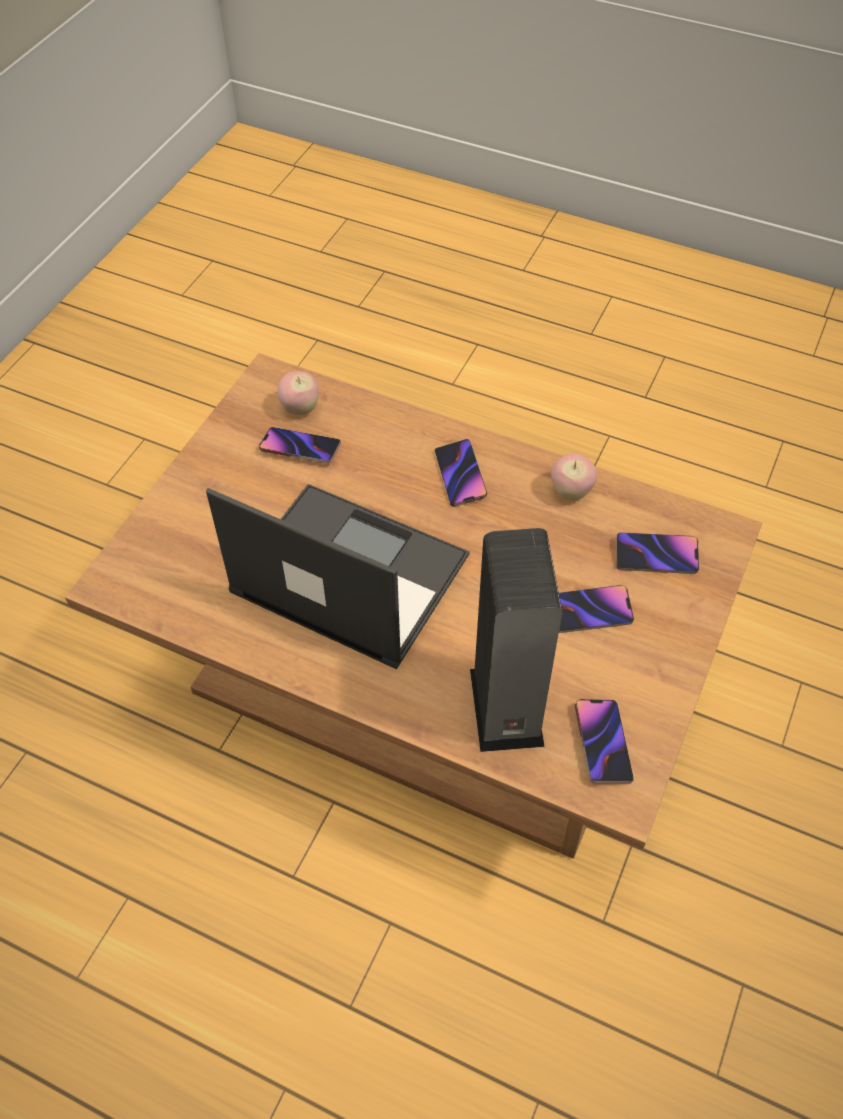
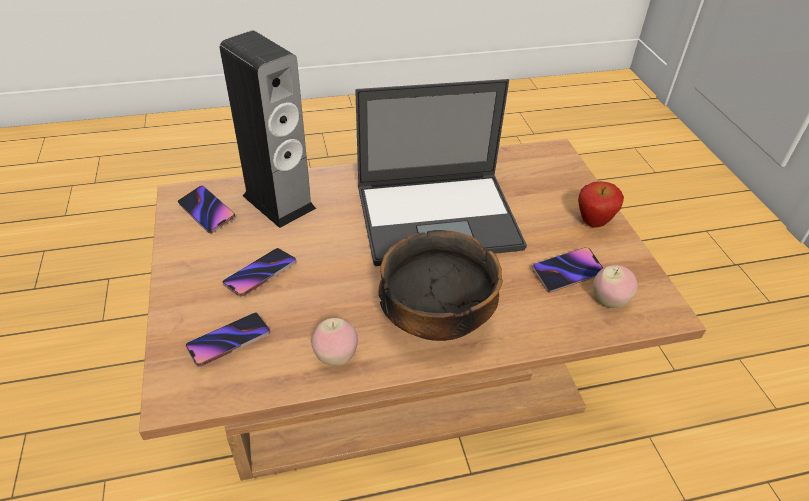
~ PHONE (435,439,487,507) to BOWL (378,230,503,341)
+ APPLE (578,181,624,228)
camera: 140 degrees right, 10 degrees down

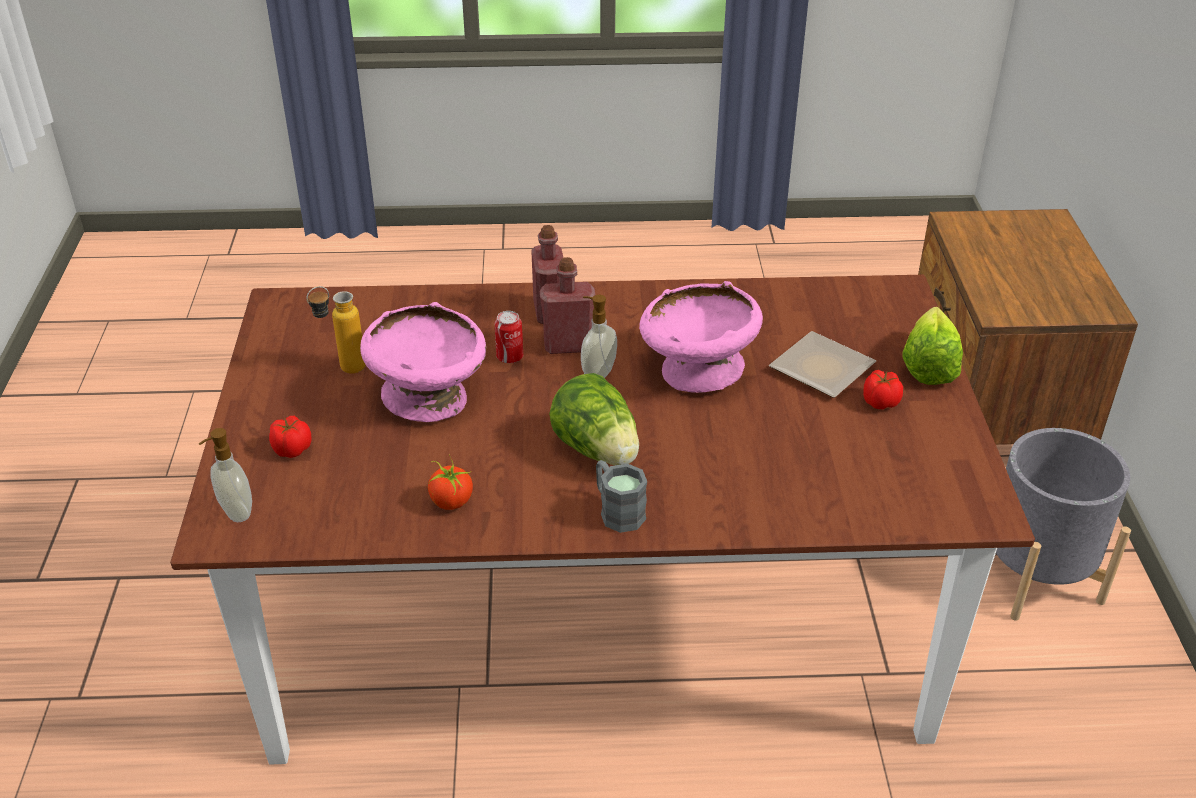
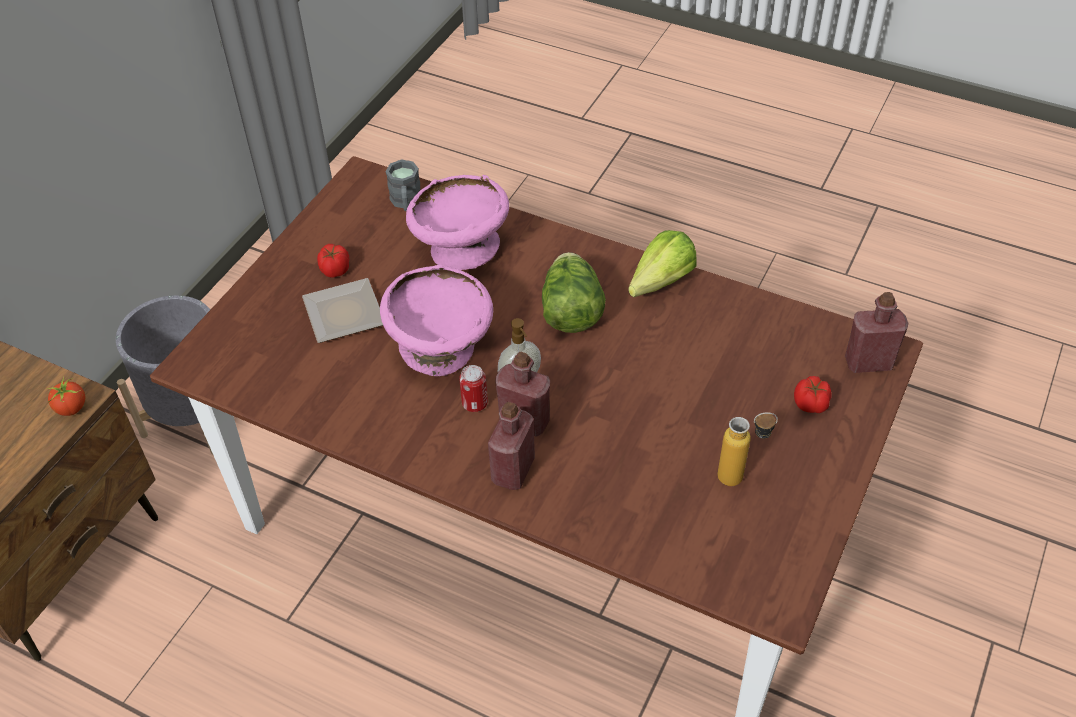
~ SOAP DISPENSER (199,428,252,522) to RED BOTTLE (845,292,908,373)
~ PINK BOWL (360,302,486,422) to (406,175,509,270)
~ TOMATO (428,454,473,510) to (48,376,85,416)
~ CAN (495,311,523,363) to (459,365,488,412)
~ GREY MUG (596,460,647,533) to (386,160,420,211)
~ LETTUCE (902,307,963,385) to (628,230,697,297)
camera: 150 degrees left, 10 degrees up

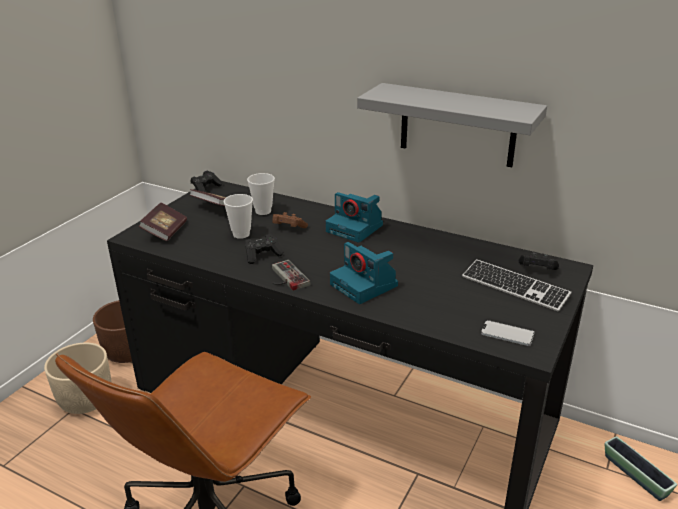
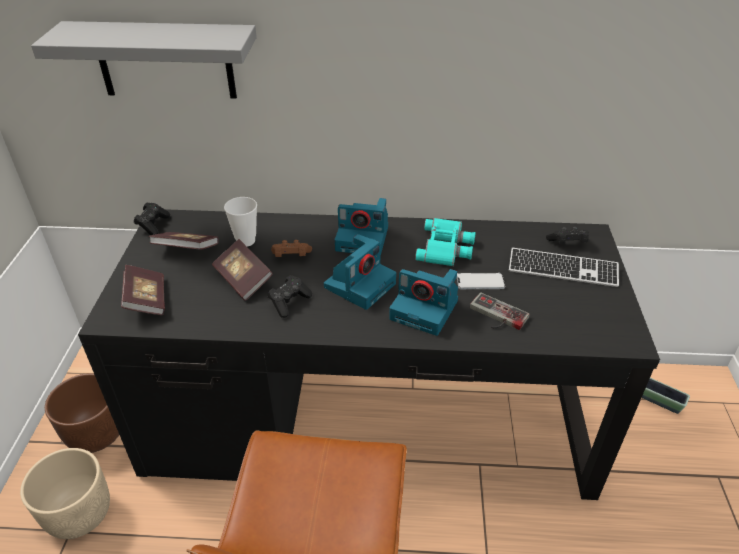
~ CUP (224,194,253,239) to BOOK (212,239,273,301)
~ GAME CONTROLLER (272,260,310,291) to (470,292,530,330)
~ GREY SHELF (357,83,547,167) to (31,21,257,99)
~ PHONE (481,320,534,346) to (457,273,505,289)
+ PHOTO CAMERA (324,234,396,310)
+ TURQUOISE BINOCULARS (415,218,476,266)
camera: 25 degrees left, 10 degrees up

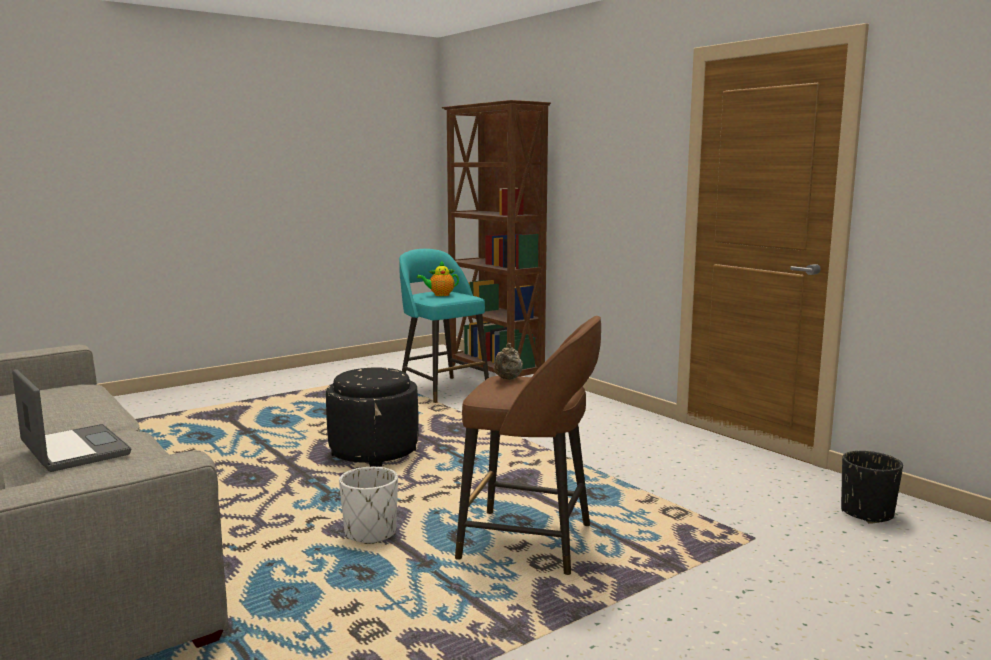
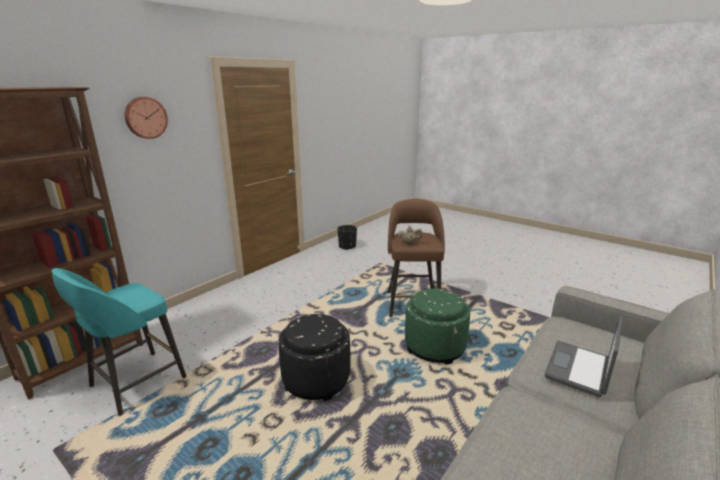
~ WHITE PLANTER (339,467,398,544) to GREEN OTTOMAN (405,289,470,365)
- TEAPOT (417,261,459,296)
+ WALL CLOCK (125,97,168,139)
camera: 105 degrees left, 10 degrees up

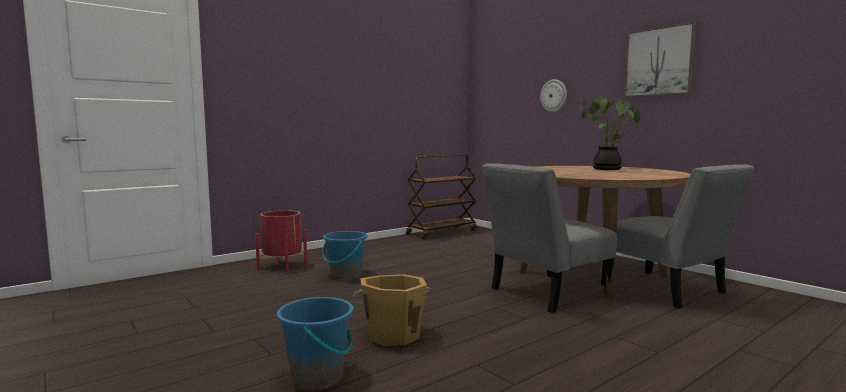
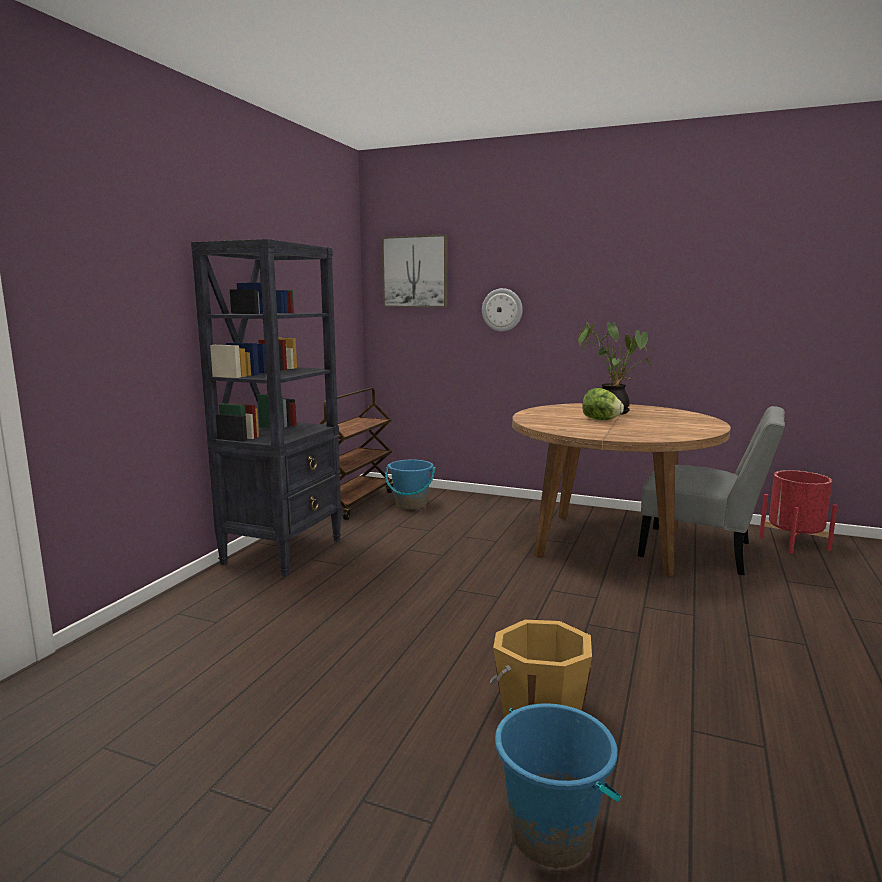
~ RED PLANTER (255,210,307,272) to (759,470,838,554)
~ BLUE BUCKET (322,231,368,279) to (385,460,436,510)
- GREY CHAIR (482,163,617,313)
~ PICTURE (624,22,696,97) to (382,234,447,307)
+ BLACK BOOKCASE (191,239,342,577)
+ LETTUCE (582,388,624,420)
camera: 30 degrees left, 5 degrees up

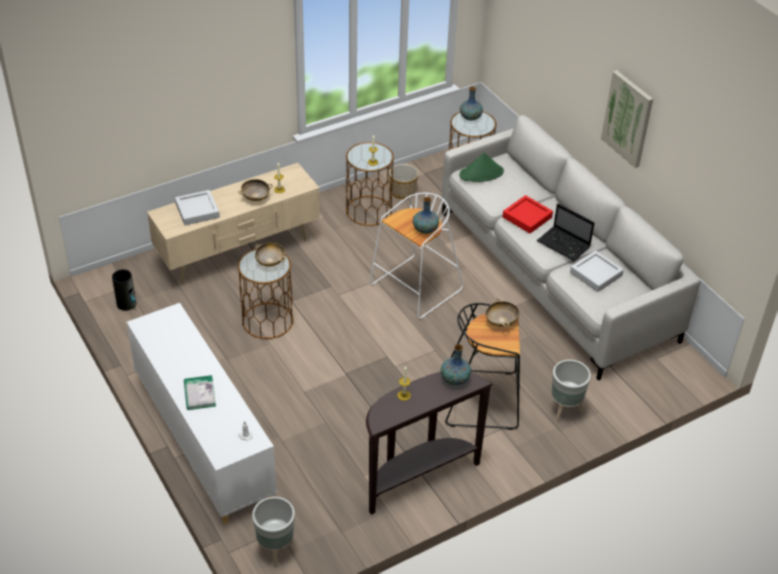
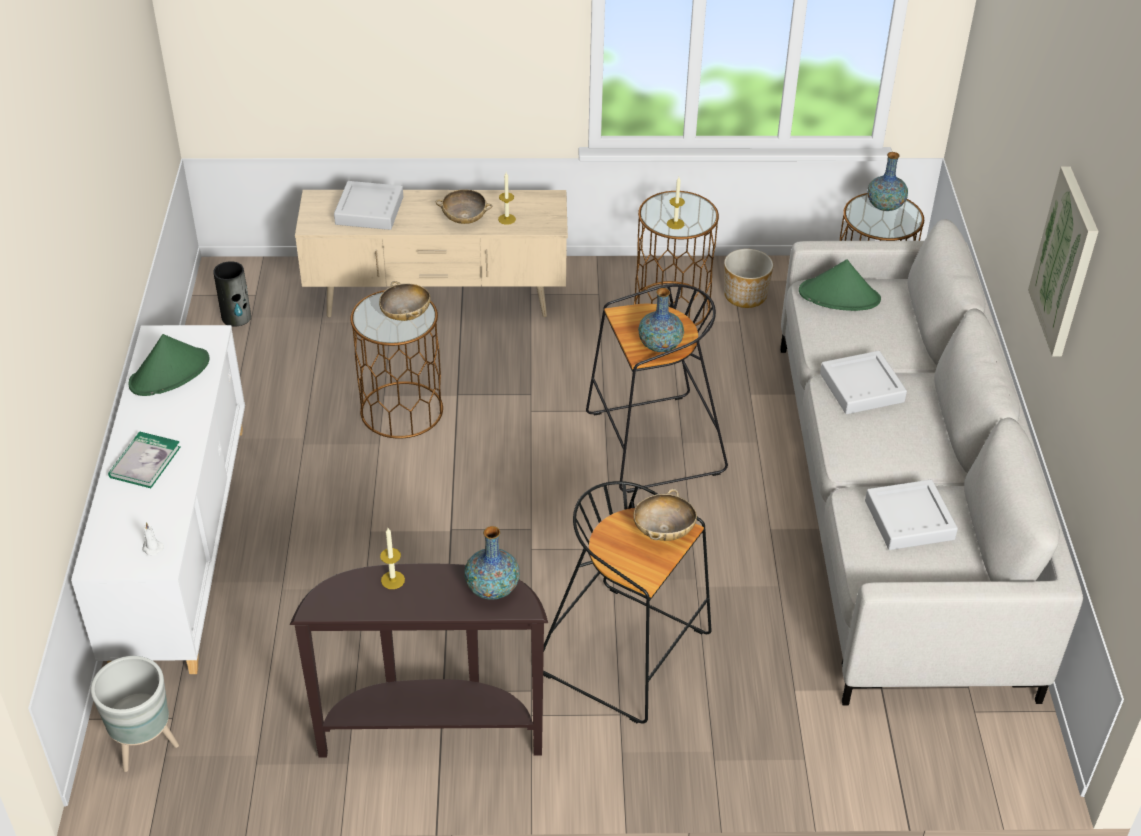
~ WHITE STOOL (370,193,463,319) to BLACK STOOL (586,284,728,493)
~ RED TRAY (503,195,553,233) to GREY TRAY (820,351,907,414)
- LAPTOP (537,203,595,261)
- GREY PLANTER (551,360,591,422)
+ GREEN HAT (129,334,209,396)
camera: 30 degrees right, 0 degrees up

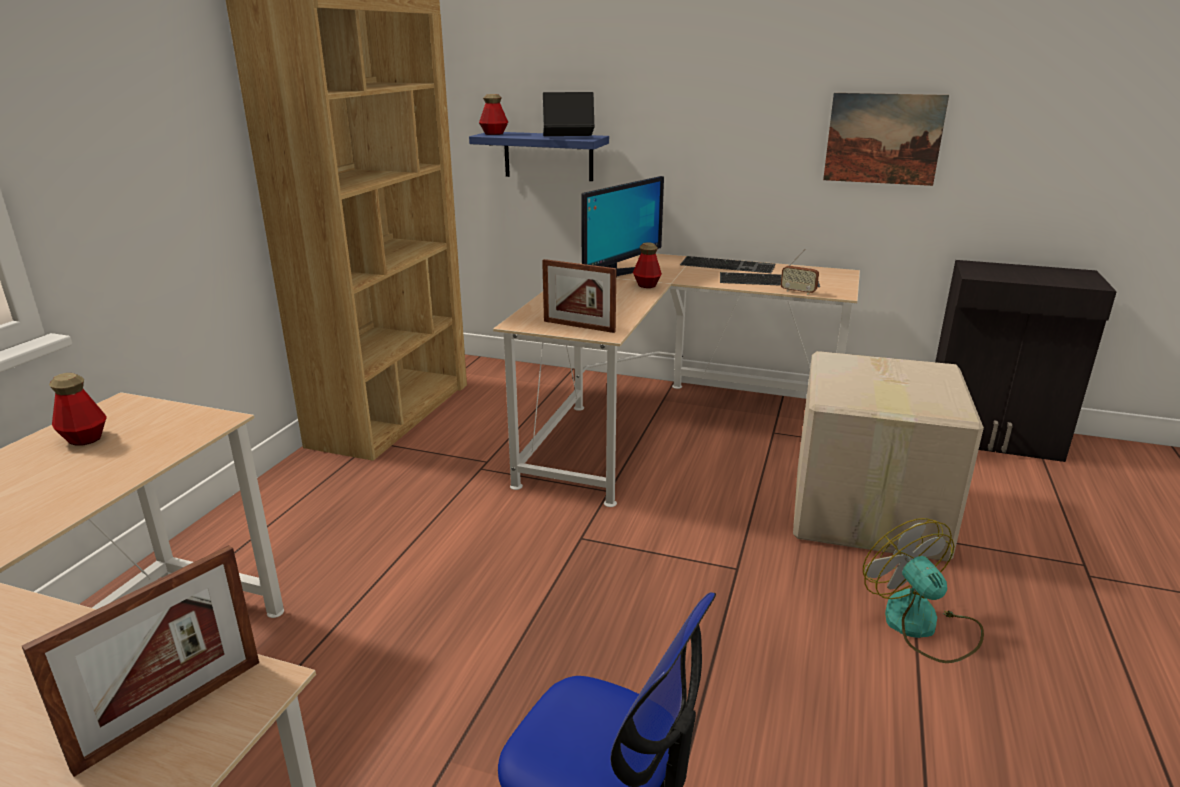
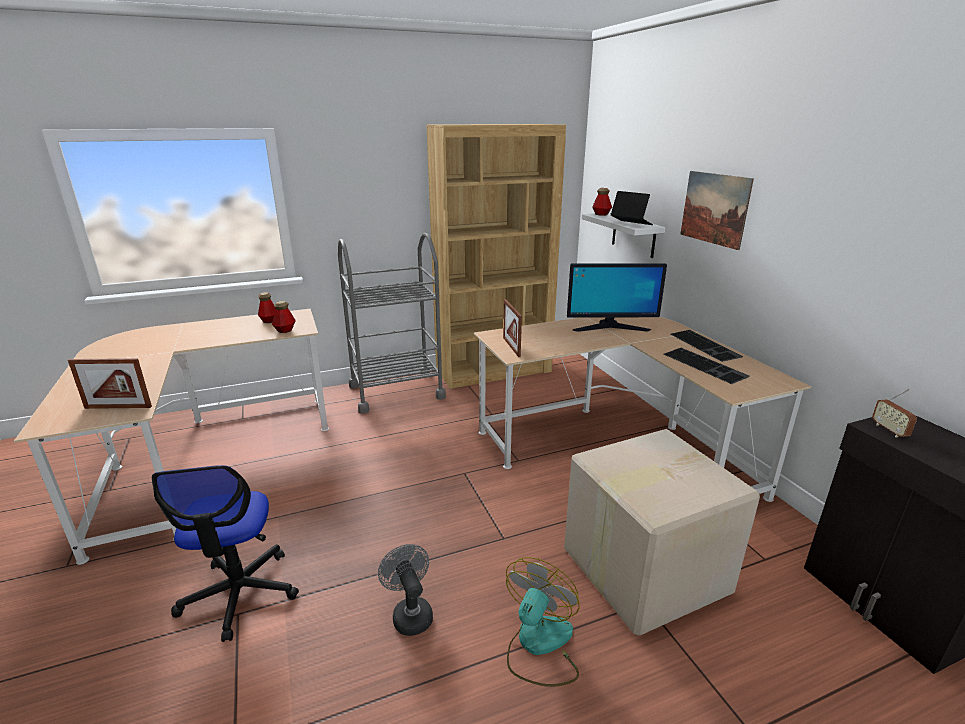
~ BLUE SHELF (469,132,609,181) to WHITE SHELF (582,212,665,258)
~ BOTTLE (633,242,662,288) to (272,301,296,333)
~ RADIO (781,249,819,295) to (872,389,917,437)
~ PICTURE (823,93,949,186) to (680,171,754,250)
+ GREY CART (338,233,446,414)
+ GREY FAN (378,544,433,636)
camera: 50 degrees right, 0 degrees up

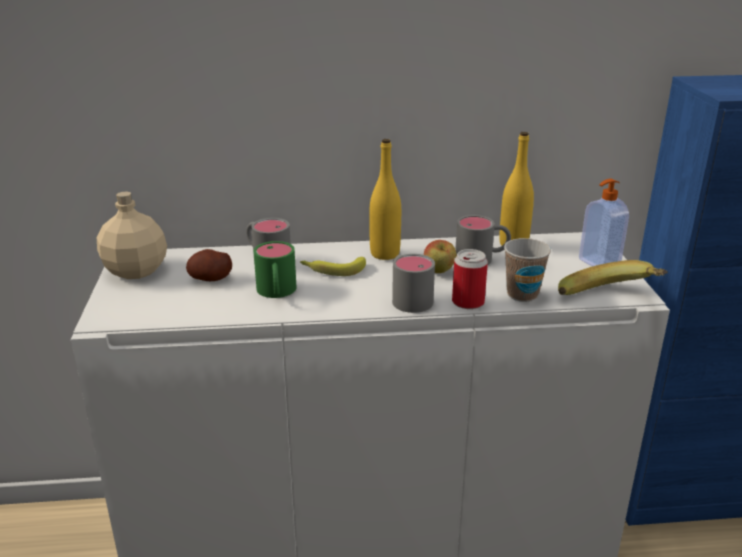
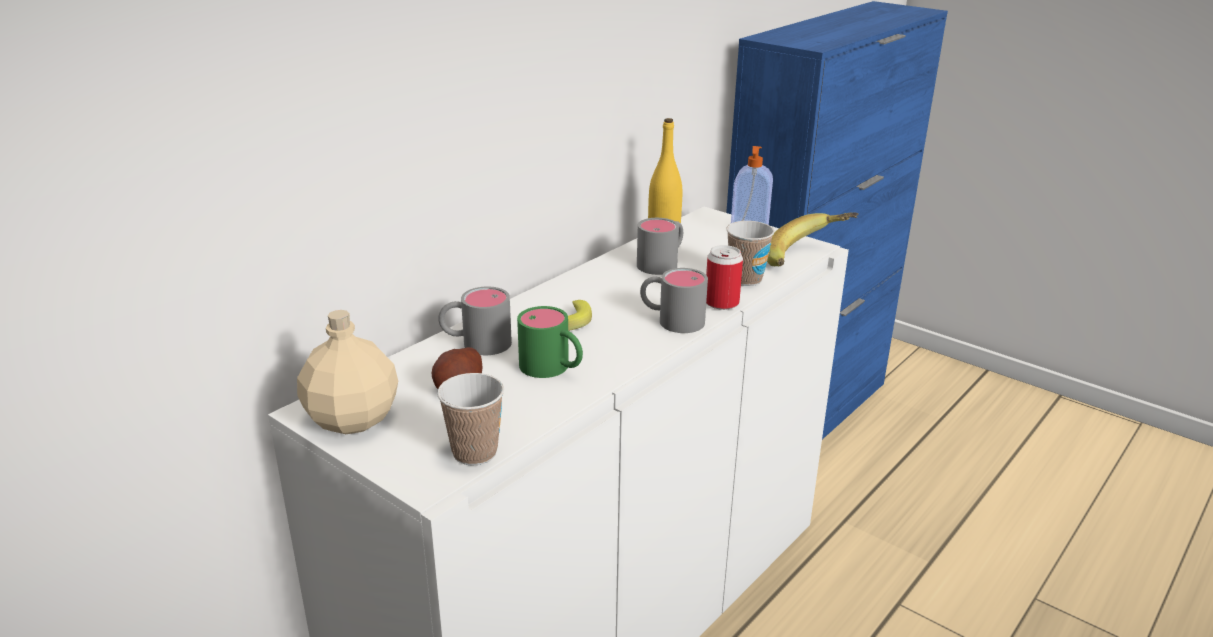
- YELLOW BOTTLE (369,139,401,260)
- APPLE (424,240,457,273)
+ CUP (437,373,504,465)
camera: 45 degrees left, 0 degrees up

